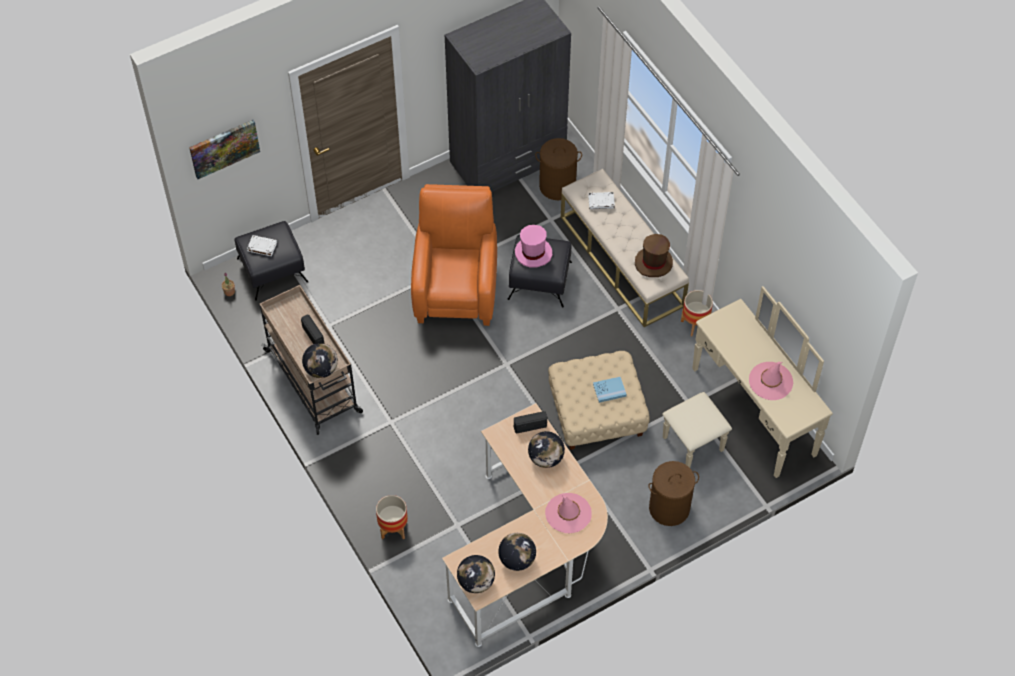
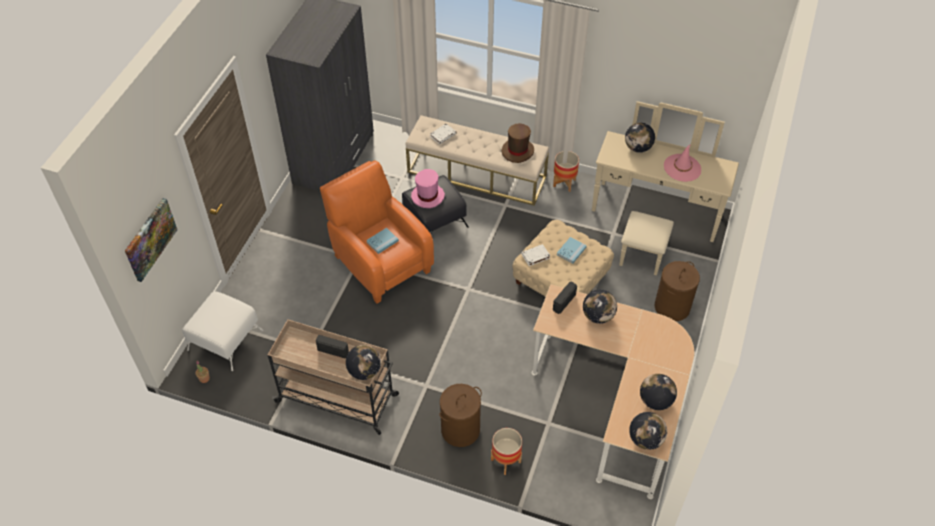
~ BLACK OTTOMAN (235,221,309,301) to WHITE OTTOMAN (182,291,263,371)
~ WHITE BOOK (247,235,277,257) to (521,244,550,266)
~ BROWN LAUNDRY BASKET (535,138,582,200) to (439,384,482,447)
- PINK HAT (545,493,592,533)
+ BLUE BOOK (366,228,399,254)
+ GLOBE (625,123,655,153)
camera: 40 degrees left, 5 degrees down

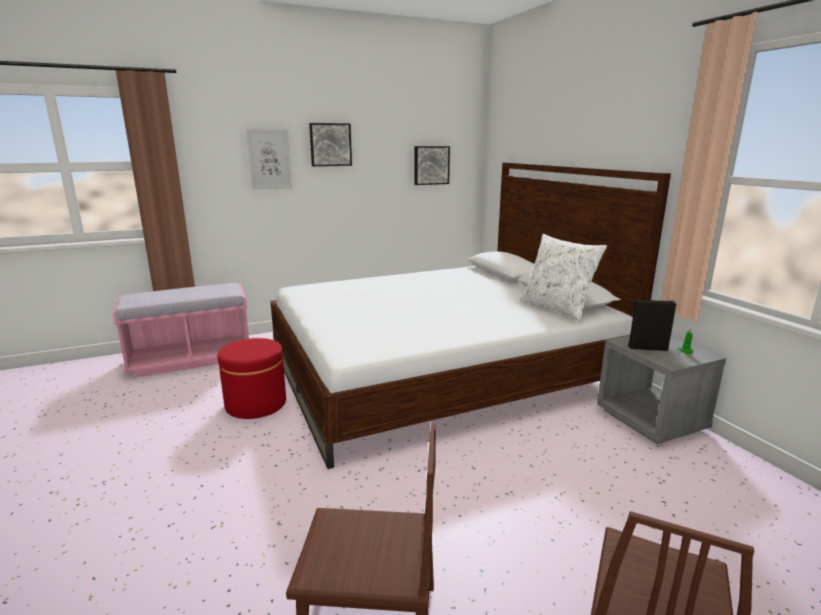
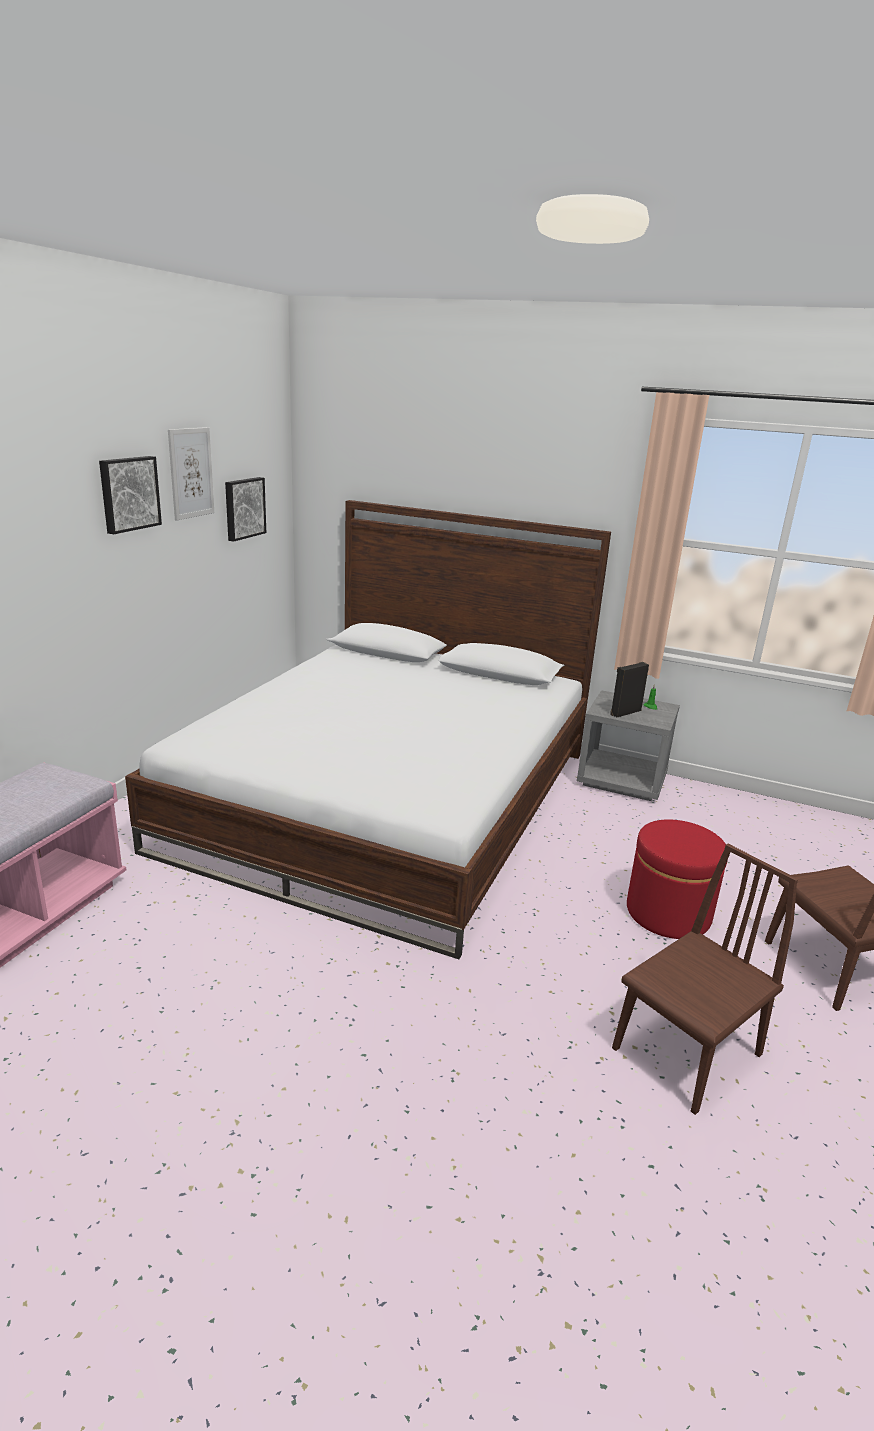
~ RED OTTOMAN (218,338,286,419) to (627,819,728,939)
~ PICTURE (246,129,292,190) to (168,427,214,520)
- WHITE PILLOW (520,234,607,322)
camera: 45 degrees left, 5 degrees up

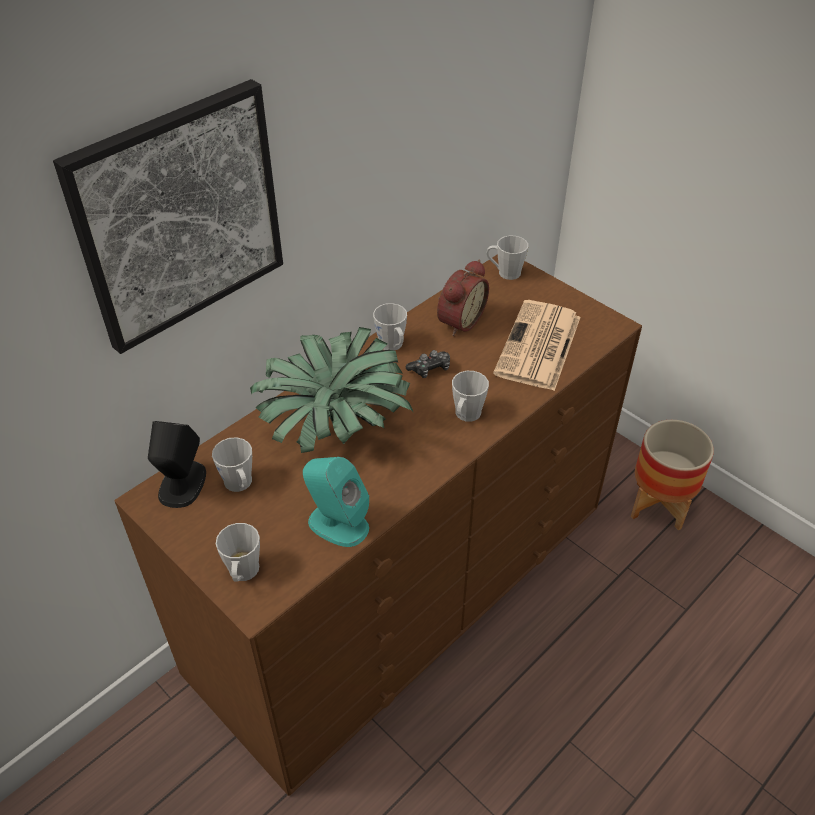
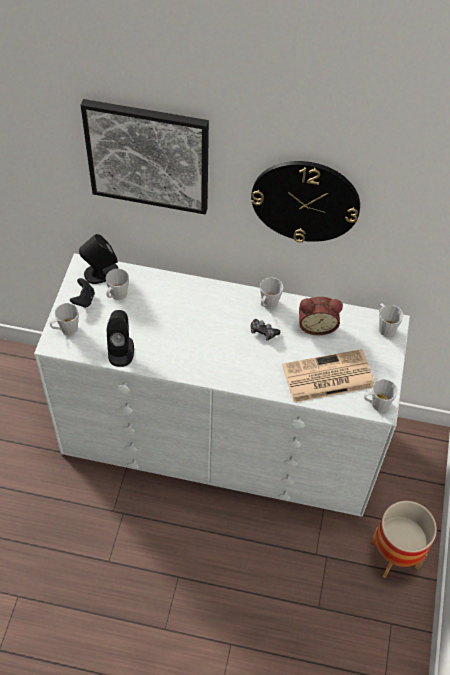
~ BROWN DRESSER (115,254,642,796) to WHITE DRESSER (34,253,410,516)
- POTTED PLANT (250,327,413,453)
~ TURQUOISE SPEAKER (303,457,369,547) to BLACK SPEAKER (106,310,134,367)
~ GREY MUG (452,371,489,422) to (364,379,398,412)
+ BLACK GAME CONTROLLER (70,278,95,308)
+ WALL CLOCK (251,161,360,243)
camera: 55 degrees right, 10 degrees up

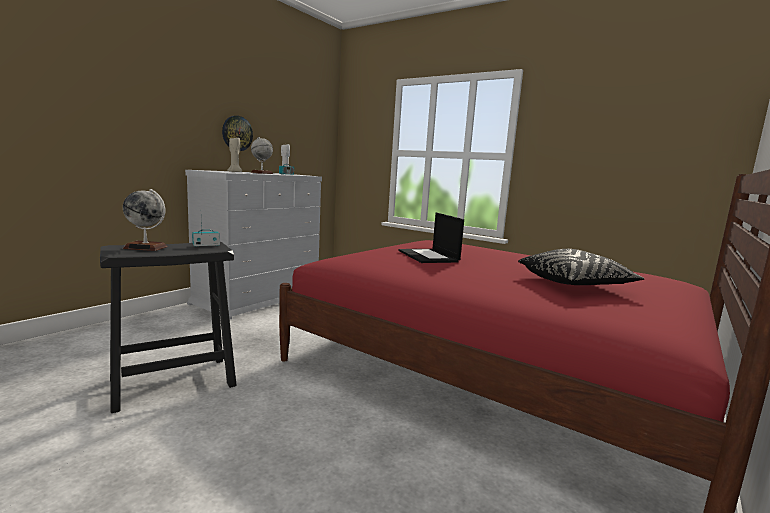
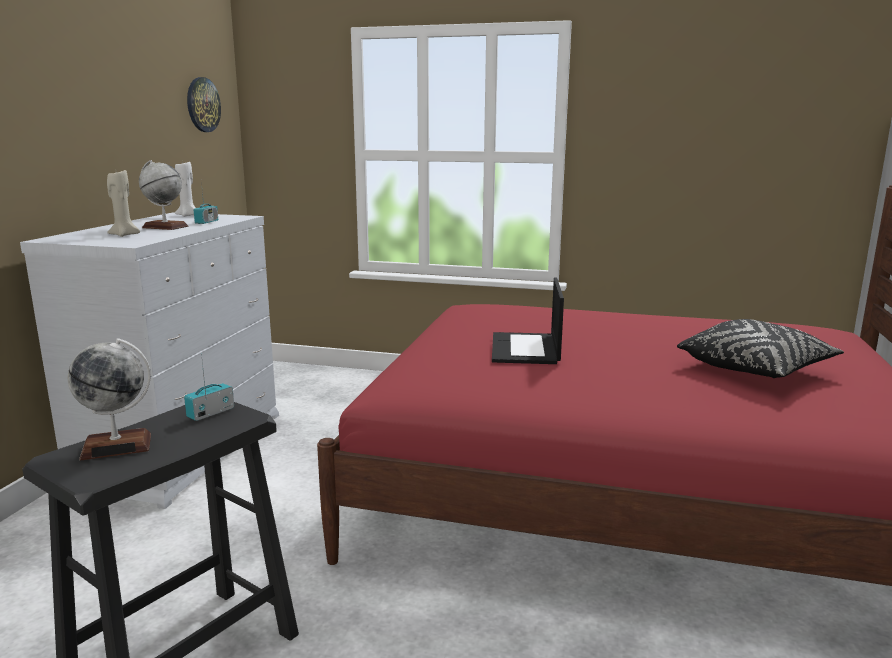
~ WALL CLOCK (222,116,253,151) to (187,77,221,132)
~ LAPTOP (399,213,464,263) = (492,278,564,364) 45 degrees clockwise
camera: 20 degrees left, 5 degrees up

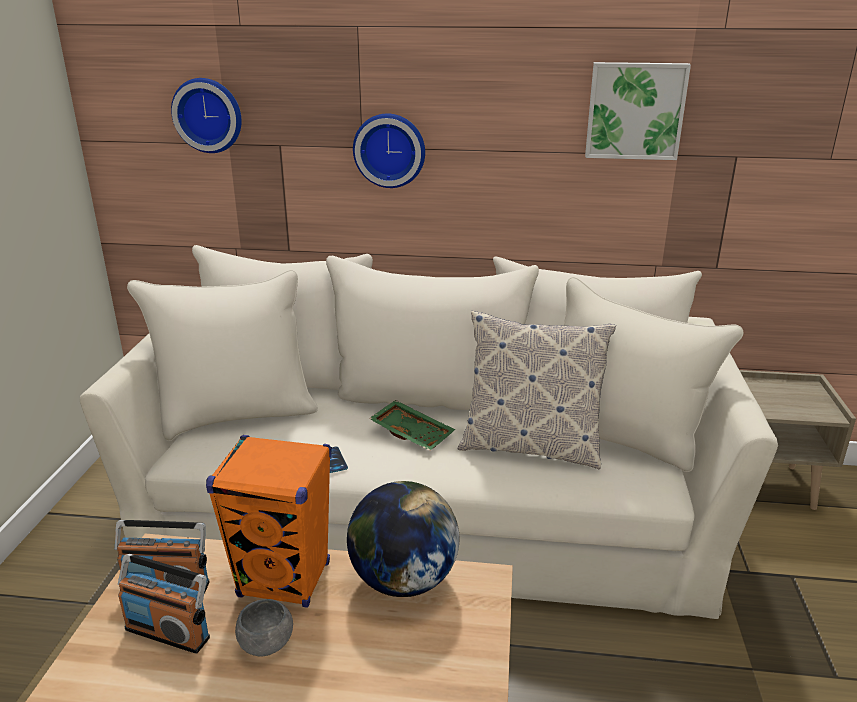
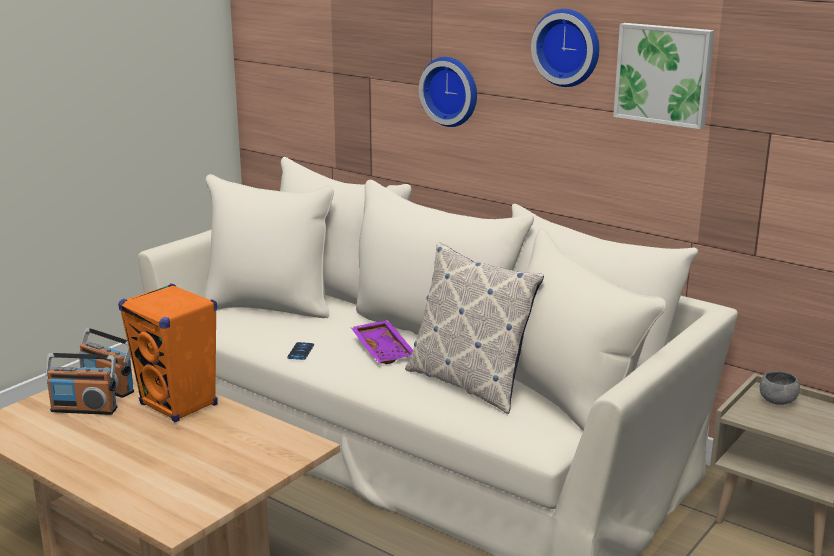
~ RADIO (118,554,210,654) = (45,353,117,415) 45 degrees counterclockwise
~ WALL CLOCK (171,78,242,153) to (531,9,599,87)
~ GREY BOWL (235,599,293,657) to (760,371,800,405)
- GLOBE (347,481,459,597)
~ GREEN TRAY (369,400,455,451) to PURPLE TRAY (351,320,413,364)
camera: 30 degrees right, 5 degrees down

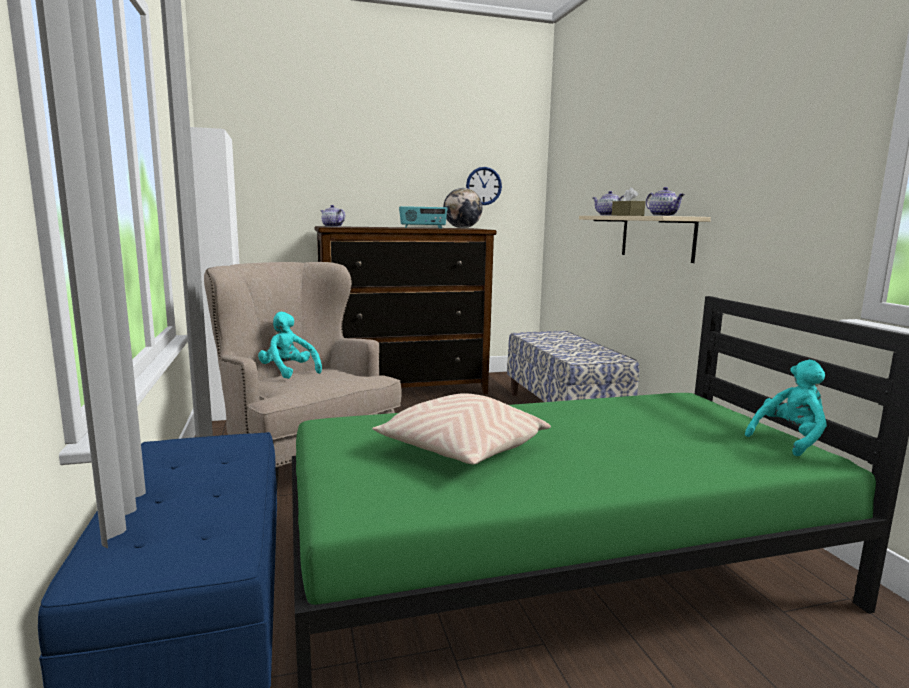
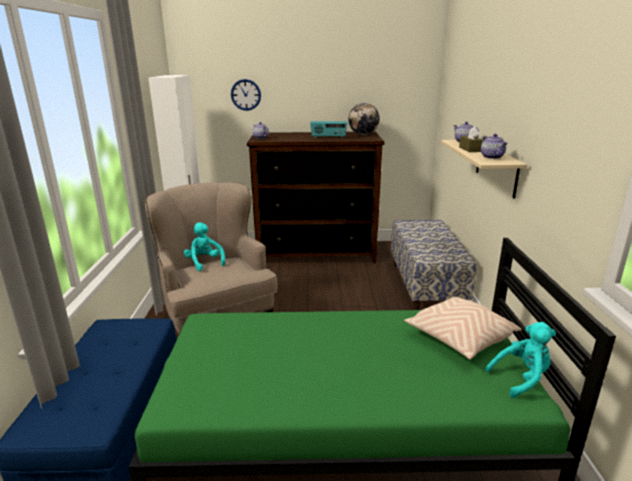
~ BEIGE PILLOW (372,393,551,465) to (404,297,522,360)
~ WALL CLOCK (466,167,502,205) to (231,79,261,111)
camera: 15 degrees right, 10 degrees up

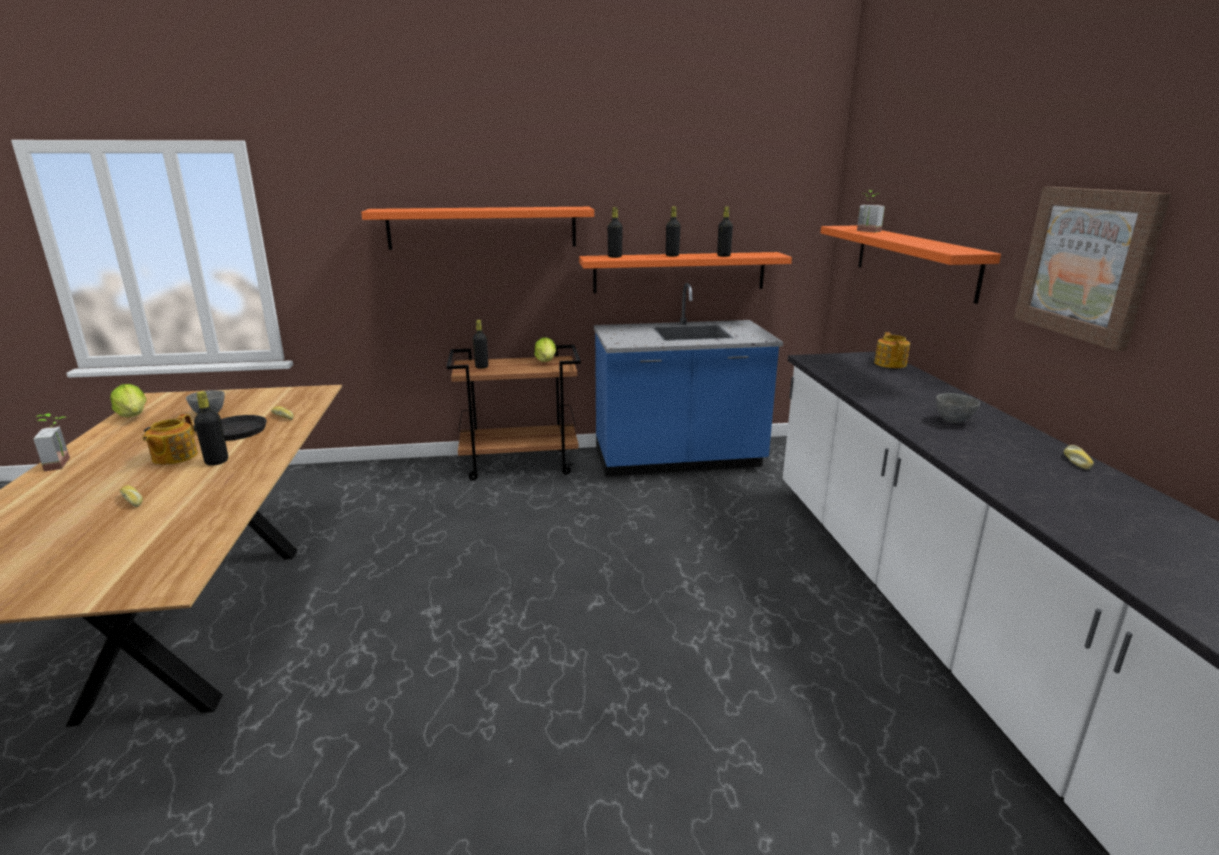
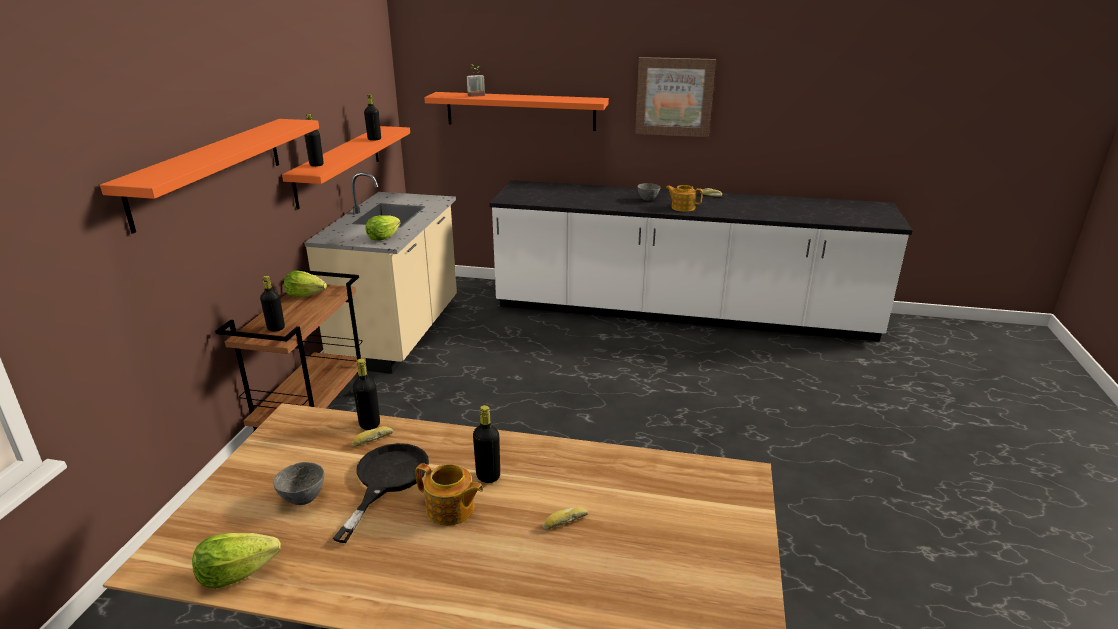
- POTTED PLANT (33,413,70,471)
~ BLUE COUNTER (594,283,783,477) to BEIGE COUNTER (304,172,457,374)
~ BLACK BOTTLE (666,206,681,257) to (353,358,380,430)
~ TEAPOT (874,332,910,368) to (666,185,703,212)
+ LETTUCE (365,215,401,241)
camera: 70 degrees left, 5 degrees up

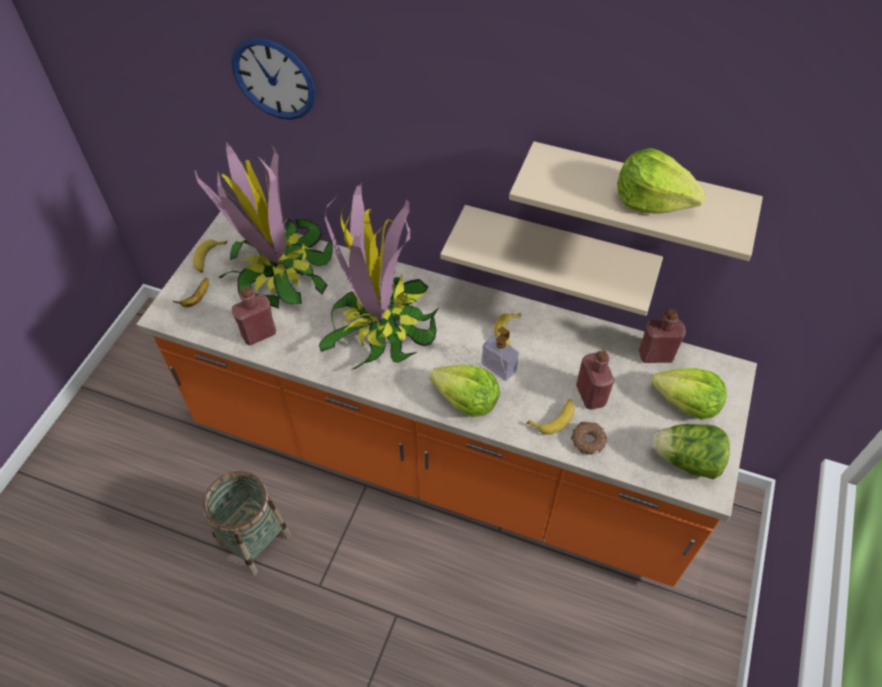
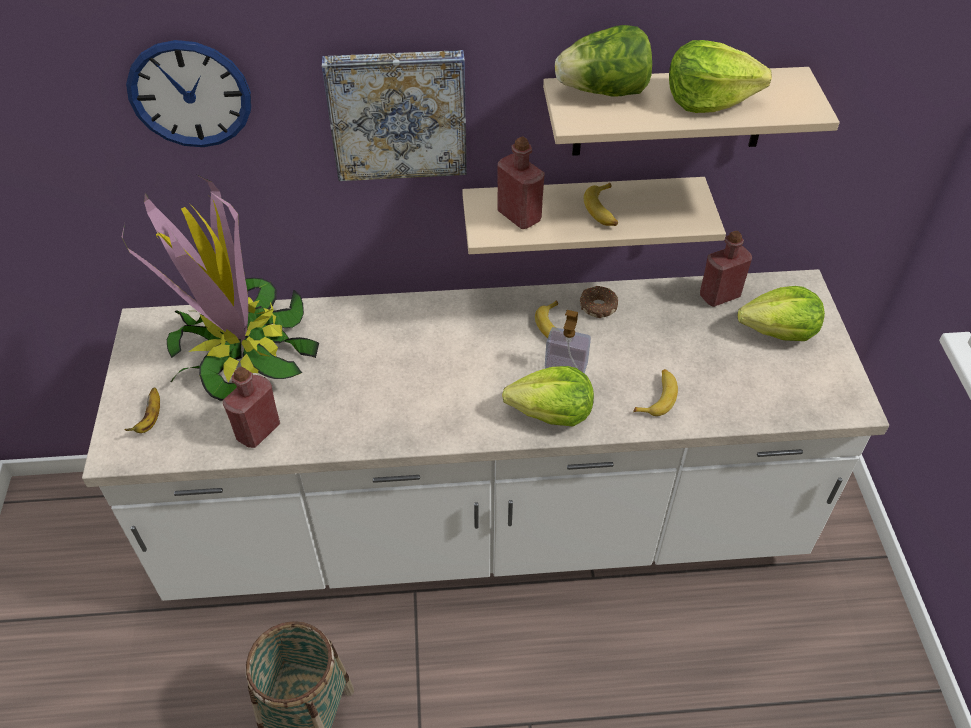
~ ORANGE COUNTER (136,212,757,587) to WHITE COUNTER (82,269,889,601)
~ BANANA (193,239,227,273) to (584,183,618,226)
- POTTED PLANT (319,182,438,370)
~ DONUT (571,421,607,455) to (580,286,618,318)
~ RED BOTTLE (576,350,615,410) to (497,136,545,229)
~ LETTUCE (652,424,730,479) to (555,25,652,97)
+ PICTURE (322,50,467,181)
camera: 25 degrees left, 5 degrees down

